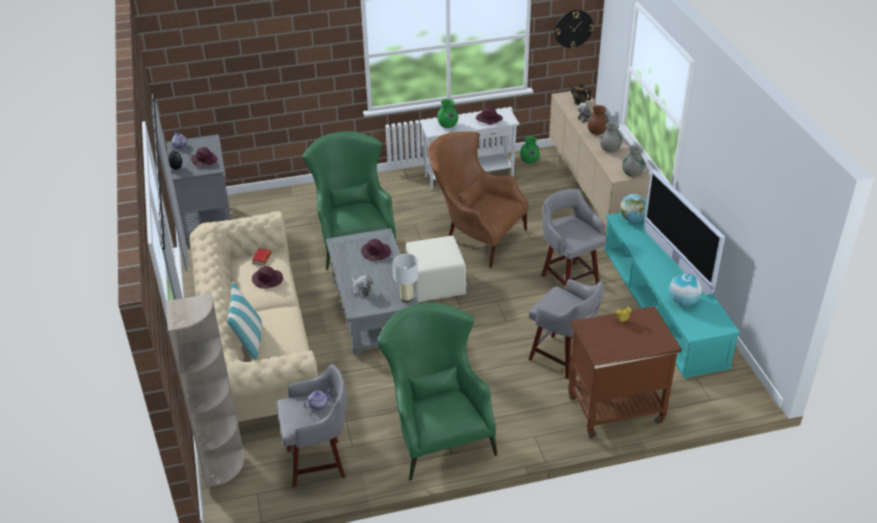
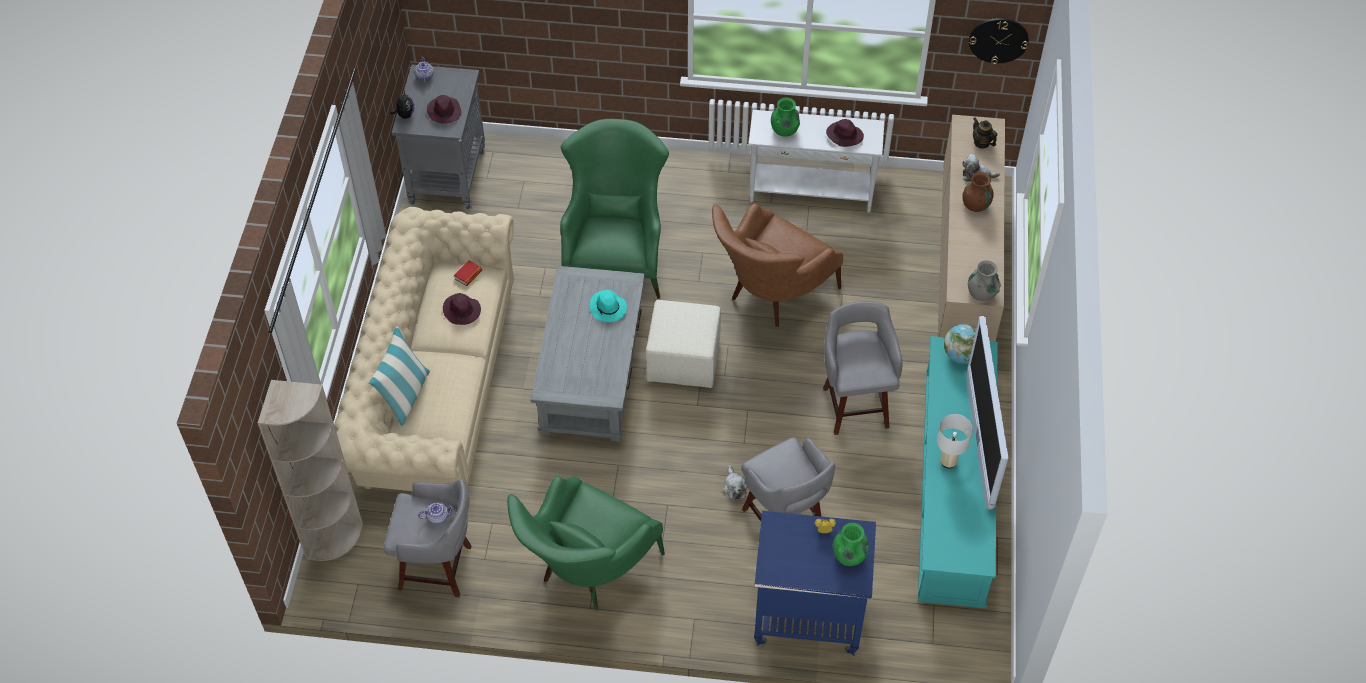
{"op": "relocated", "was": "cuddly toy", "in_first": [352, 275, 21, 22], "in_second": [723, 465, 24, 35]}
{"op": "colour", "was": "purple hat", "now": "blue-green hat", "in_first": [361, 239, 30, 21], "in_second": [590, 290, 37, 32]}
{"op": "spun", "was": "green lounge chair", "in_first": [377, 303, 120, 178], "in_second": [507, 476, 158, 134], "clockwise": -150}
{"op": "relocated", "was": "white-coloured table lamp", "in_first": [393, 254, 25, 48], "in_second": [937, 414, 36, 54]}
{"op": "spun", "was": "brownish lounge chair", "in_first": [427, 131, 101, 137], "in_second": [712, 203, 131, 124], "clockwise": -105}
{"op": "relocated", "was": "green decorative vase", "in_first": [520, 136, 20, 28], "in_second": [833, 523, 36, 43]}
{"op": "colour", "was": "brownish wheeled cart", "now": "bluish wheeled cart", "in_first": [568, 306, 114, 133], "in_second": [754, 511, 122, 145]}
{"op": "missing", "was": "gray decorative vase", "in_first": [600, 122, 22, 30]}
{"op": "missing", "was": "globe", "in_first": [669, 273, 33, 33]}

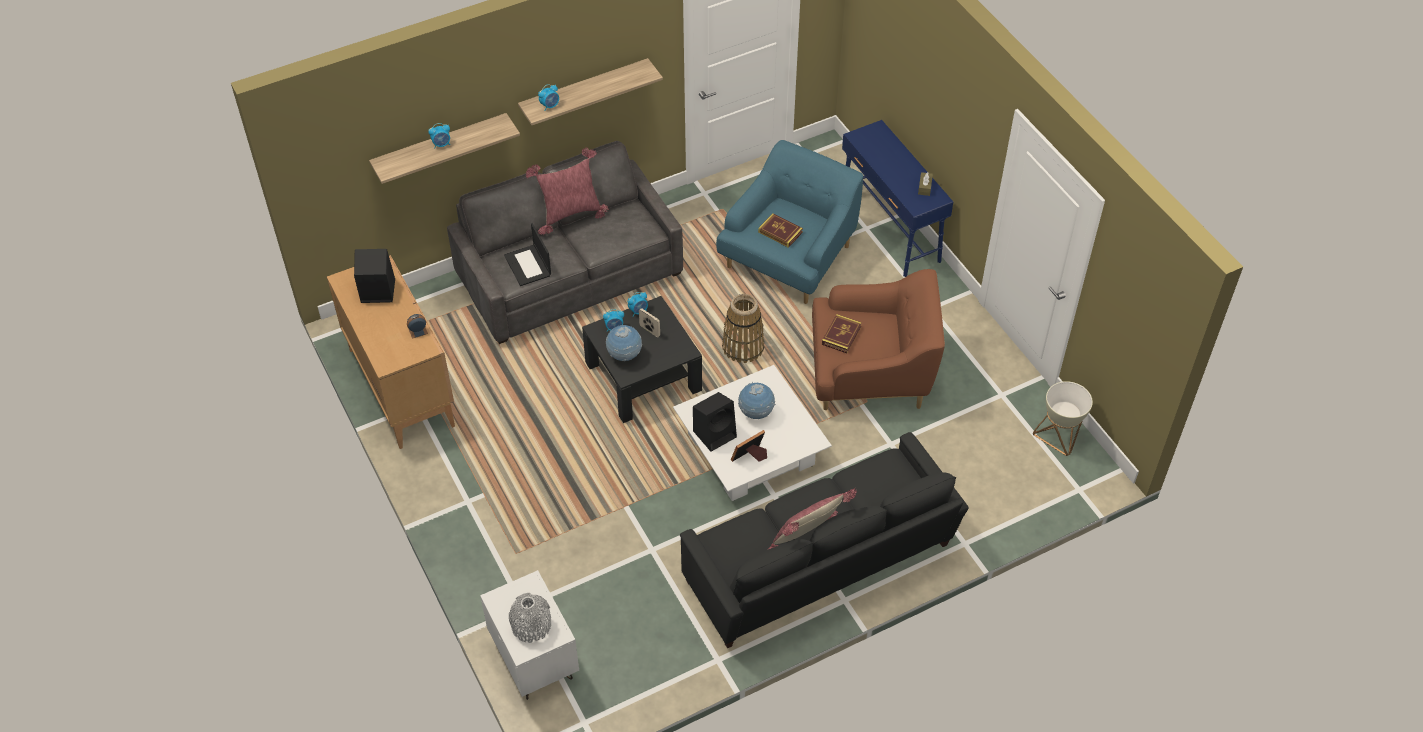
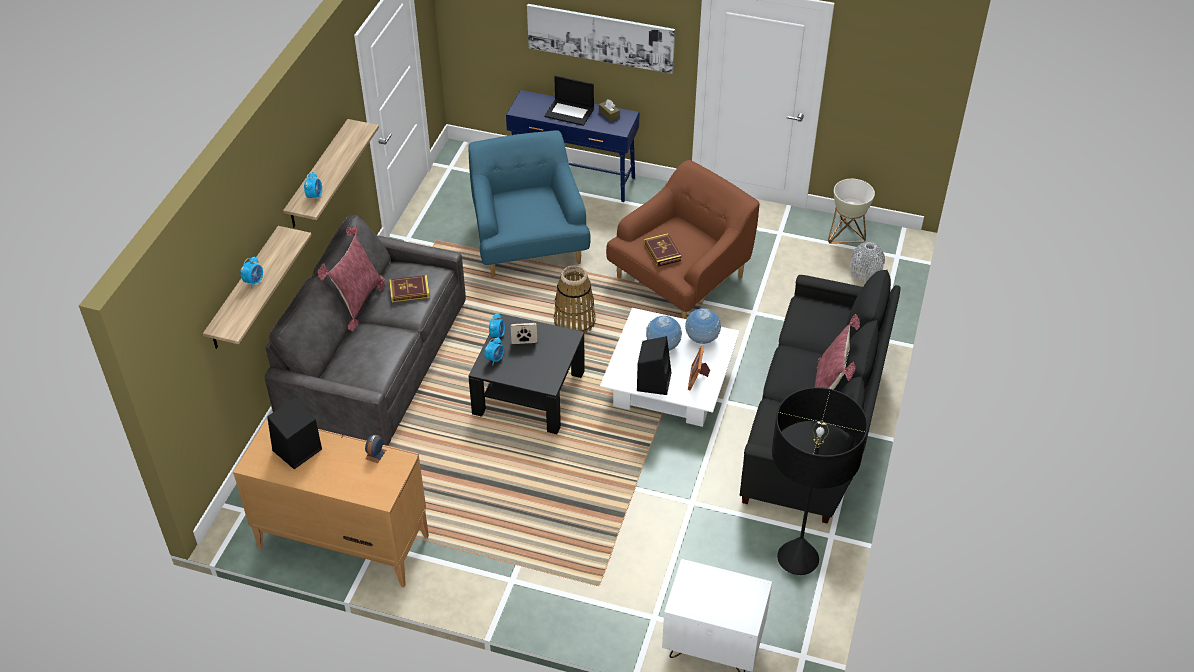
{"op": "relocated", "was": "notebook computer", "in_first": [504, 223, 47, 63], "in_second": [544, 75, 50, 51]}
{"op": "relocated", "was": "gray decorative vase", "in_first": [509, 593, 42, 50], "in_second": [850, 242, 35, 40]}
{"op": "relocated", "was": "globe", "in_first": [606, 325, 36, 36], "in_second": [685, 308, 36, 36]}
{"op": "relocated", "was": "volume", "in_first": [758, 213, 45, 35], "in_second": [389, 275, 41, 27]}
{"op": "appeared", "now": "picture", "in_second": [527, 4, 148, 70]}
{"op": "appeared", "now": "black-coloured standing lamp", "in_second": [772, 387, 96, 188]}

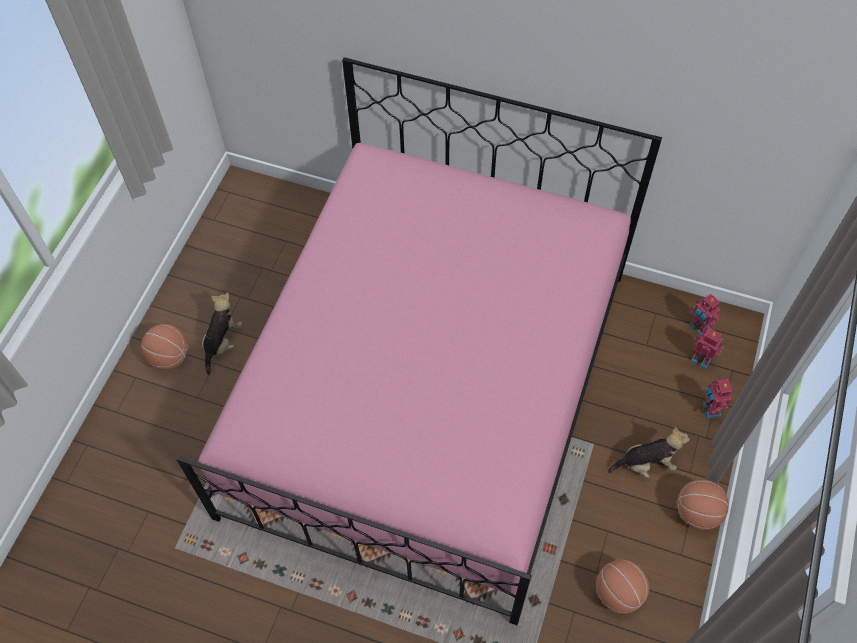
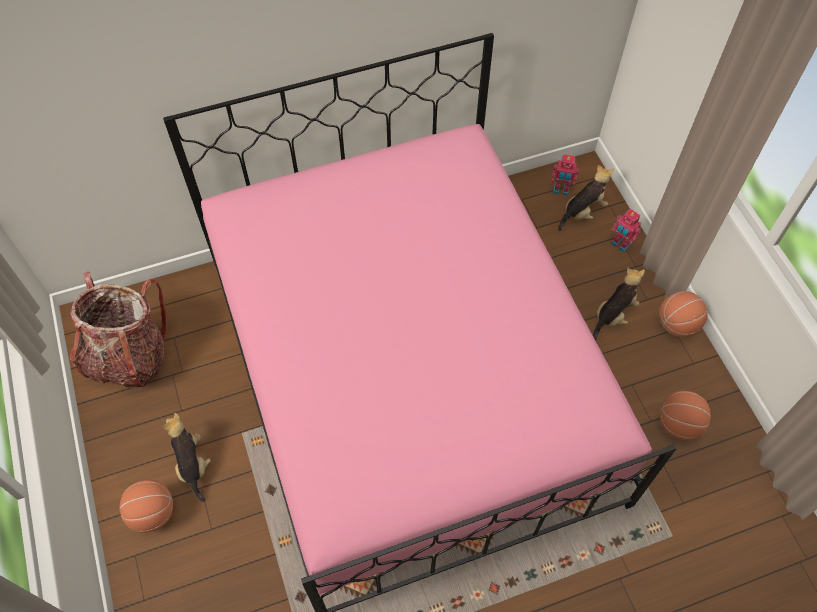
{"op": "exchanged", "was": "toy robot", "now": "cuddly toy", "in_first": [691, 328, 33, 42], "in_second": [558, 165, 56, 66]}
{"op": "appeared", "now": "rucksack", "in_second": [70, 272, 97, 116]}

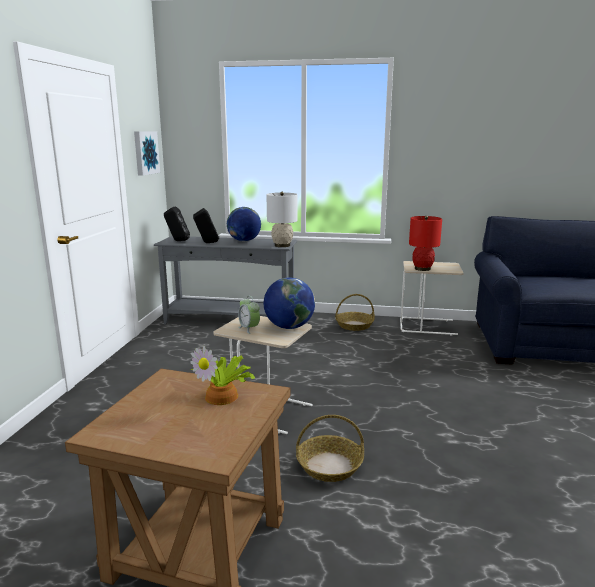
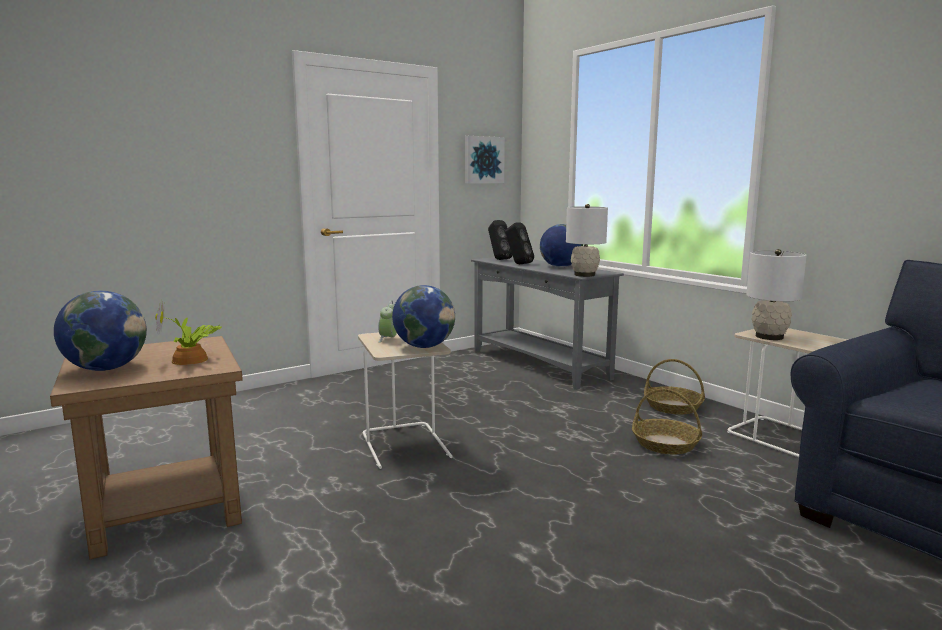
{"op": "relocated", "was": "storage basket", "in_first": [296, 415, 68, 67], "in_second": [632, 389, 70, 65]}
{"op": "colour", "was": "reddish table lamp", "now": "white-coloured table lamp", "in_first": [409, 216, 33, 55], "in_second": [746, 249, 61, 91]}
{"op": "appeared", "now": "globe", "in_second": [54, 291, 93, 80]}

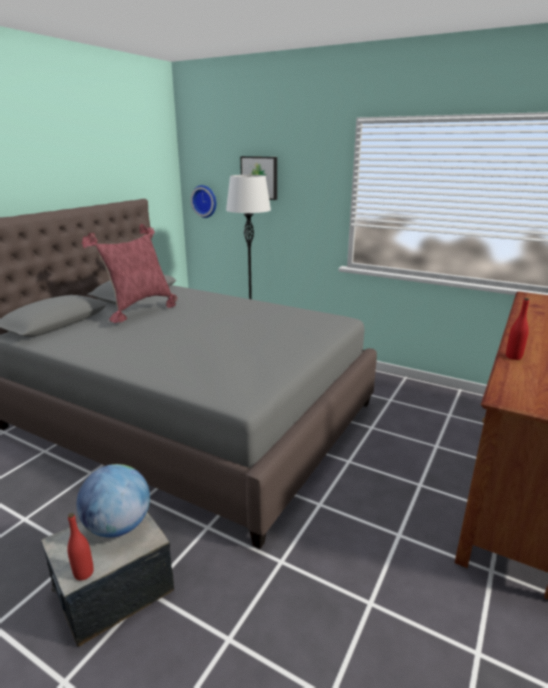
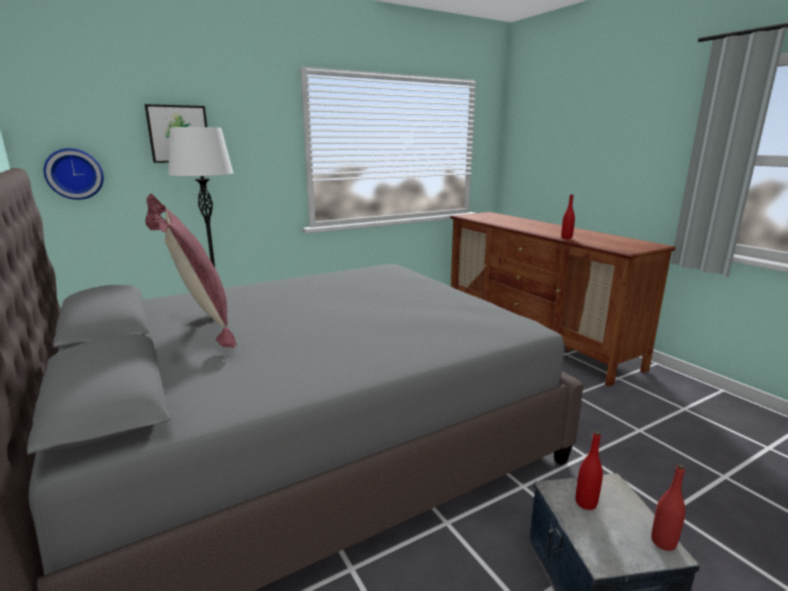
{"op": "exchanged", "was": "globe", "now": "reddish bottle", "in_first": [77, 464, 73, 73], "in_second": [576, 431, 27, 79]}

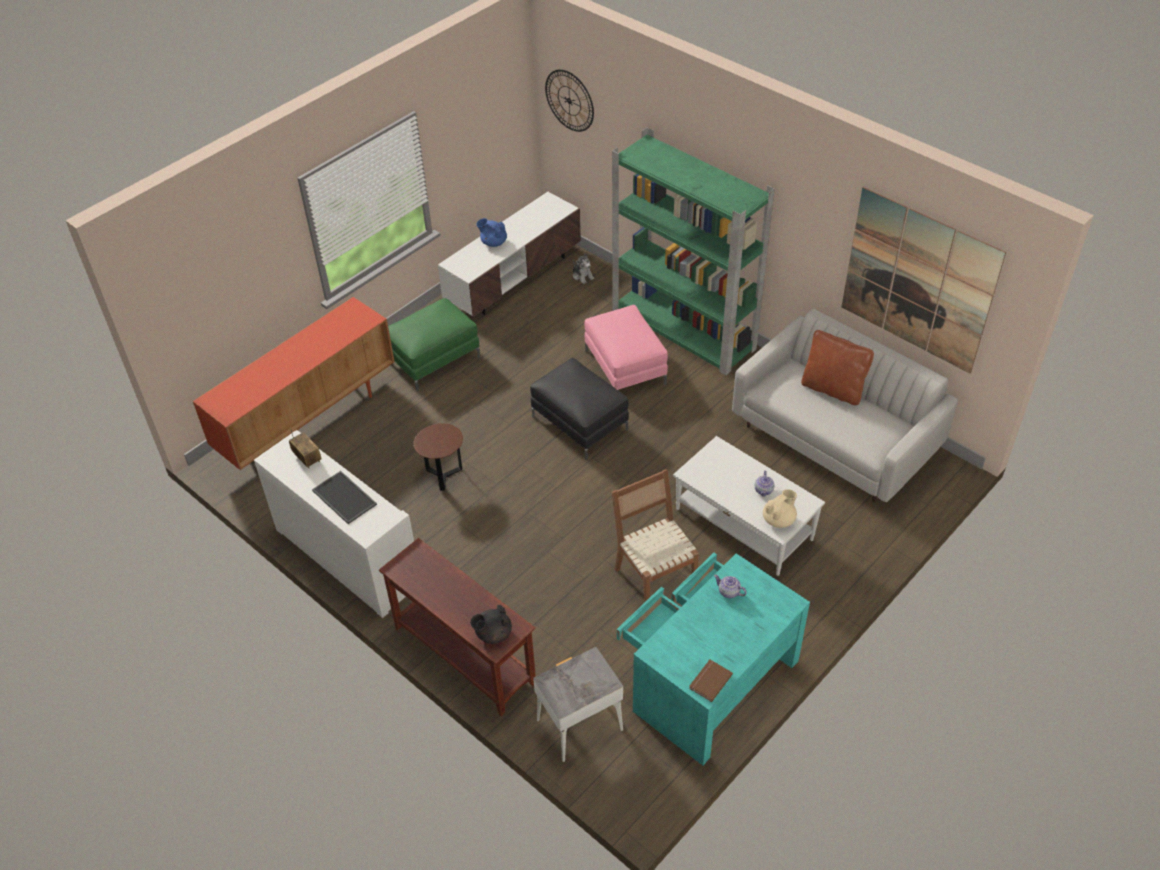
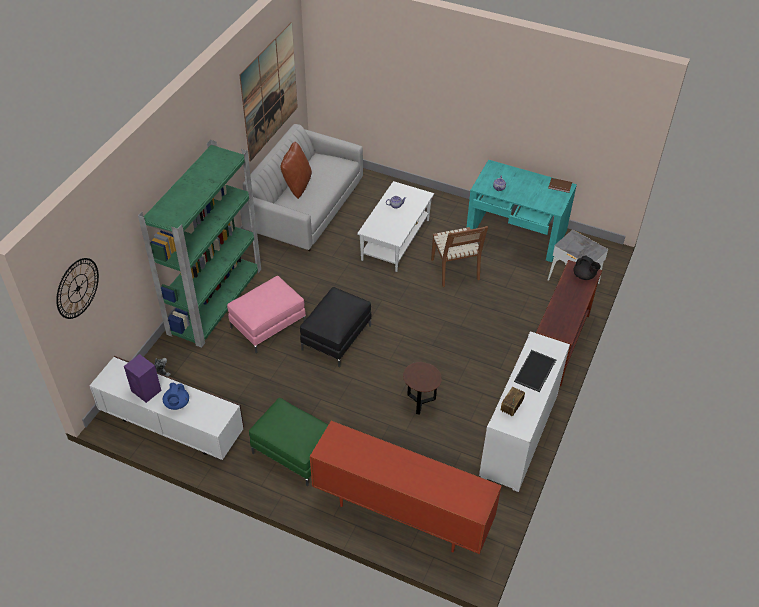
{"op": "spun", "was": "upright chair", "in_first": [612, 469, 87, 133], "in_second": [431, 226, 57, 61], "clockwise": -60}
{"op": "missing", "was": "beige pot for tea", "in_first": [763, 489, 34, 39]}
{"op": "appeared", "now": "purple loudspeaker", "in_second": [124, 354, 38, 49]}

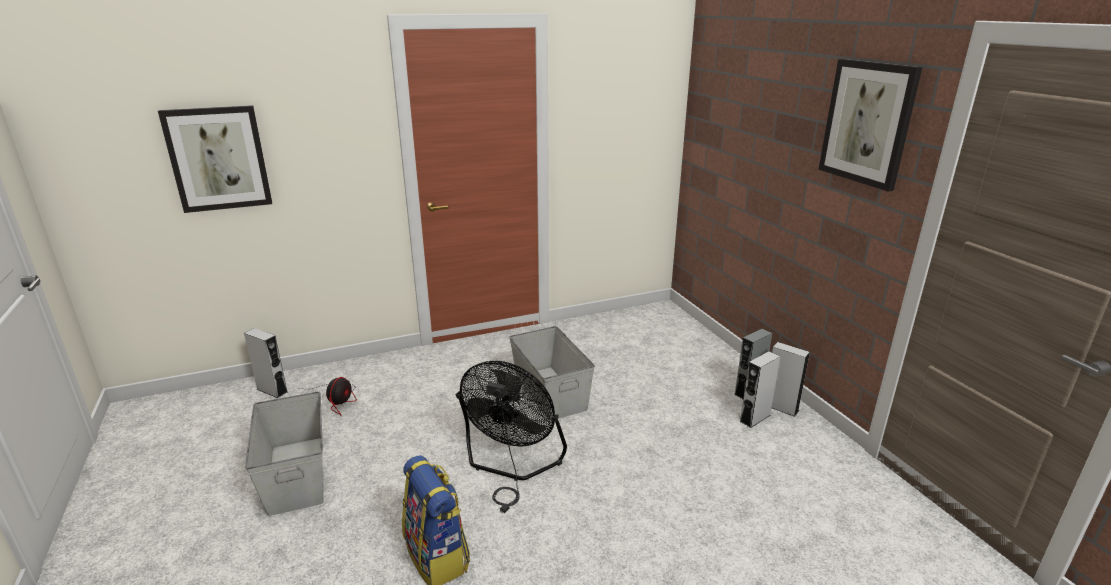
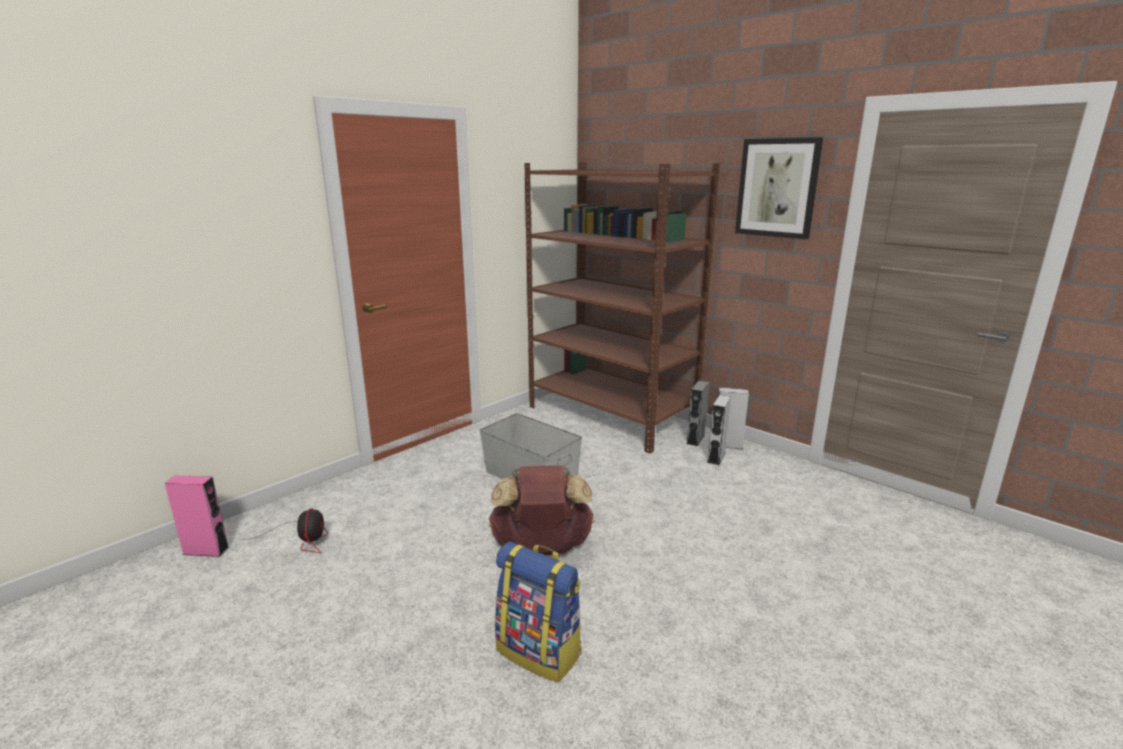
{"op": "missing", "was": "picture", "in_first": [158, 105, 114, 108]}
{"op": "colour", "was": "gray loudspeaker", "now": "pink-coloured loudspeaker", "in_first": [244, 328, 43, 70], "in_second": [165, 475, 64, 82]}
{"op": "missing", "was": "gray storage box", "in_first": [245, 391, 78, 125]}
{"op": "exchanged", "was": "black-coloured fan", "now": "brownish rucksack", "in_first": [456, 361, 111, 152], "in_second": [489, 465, 105, 91]}
{"op": "appeared", "now": "brownish shelving unit", "in_second": [525, 162, 195, 292]}

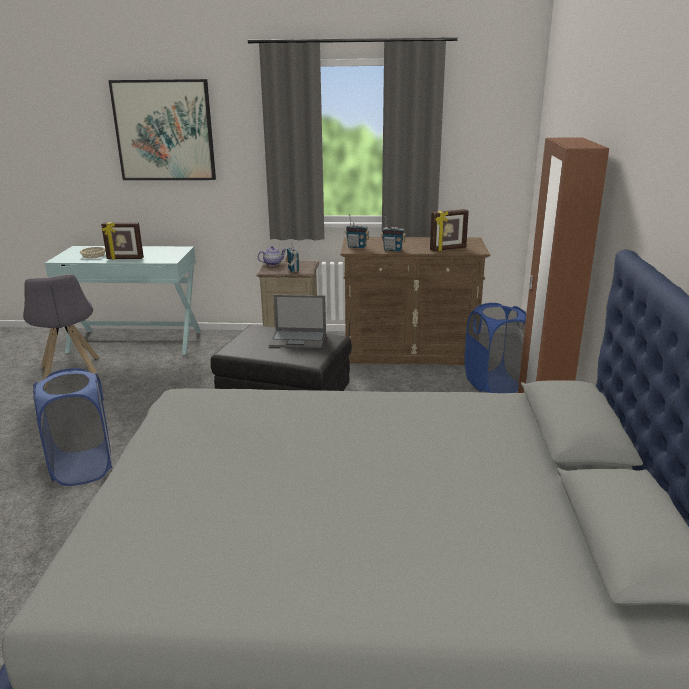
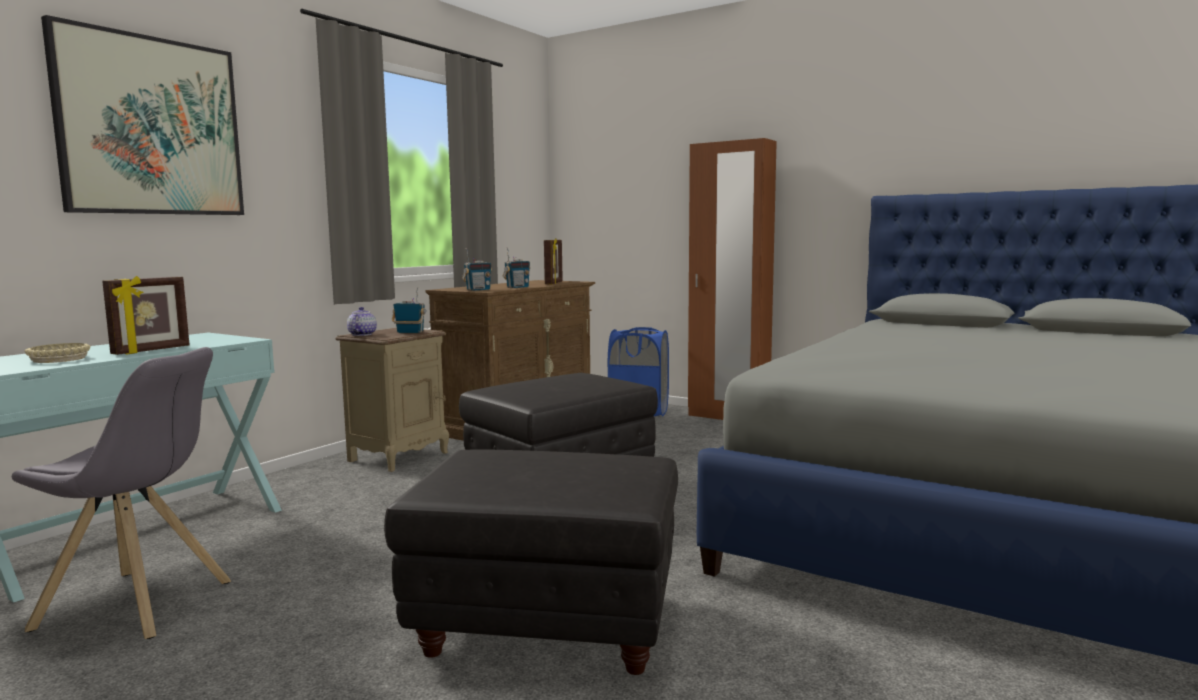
{"op": "exchanged", "was": "bluish hamper", "now": "black-coloured pouffe", "in_first": [33, 368, 79, 118], "in_second": [384, 450, 294, 225]}
{"op": "missing", "was": "notebook computer", "in_first": [269, 295, 57, 53]}

